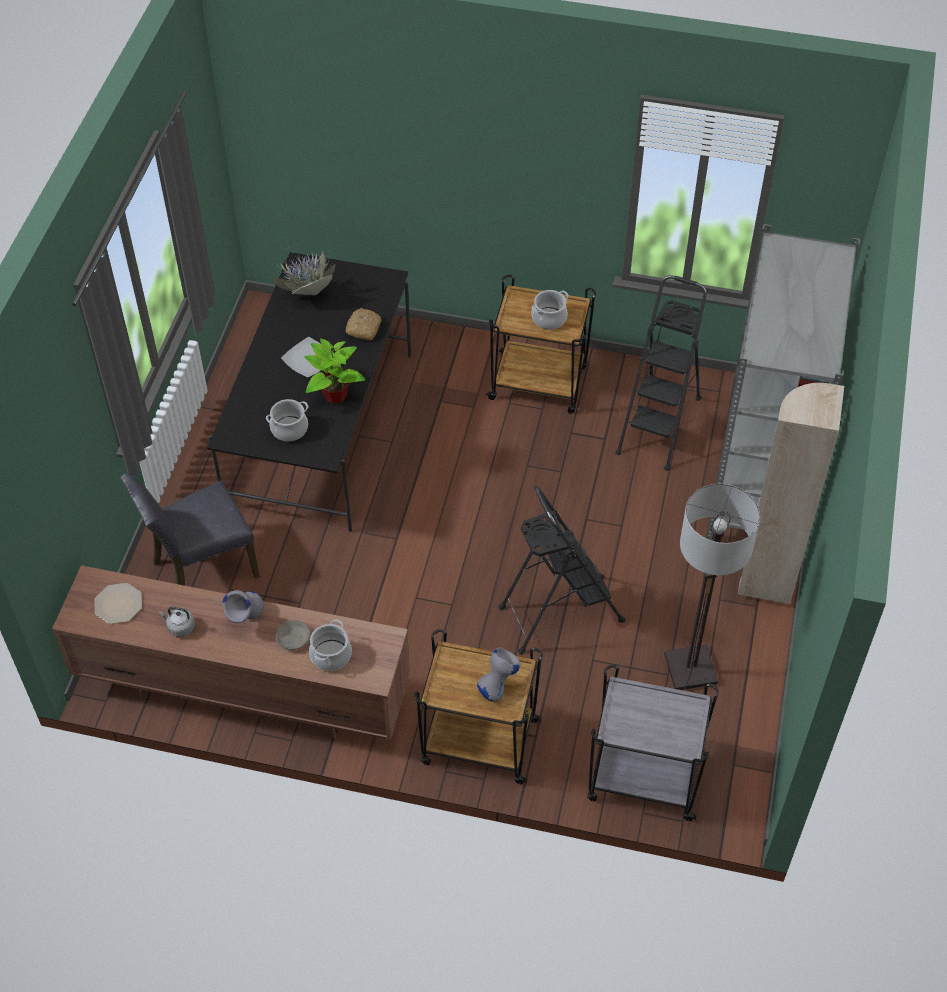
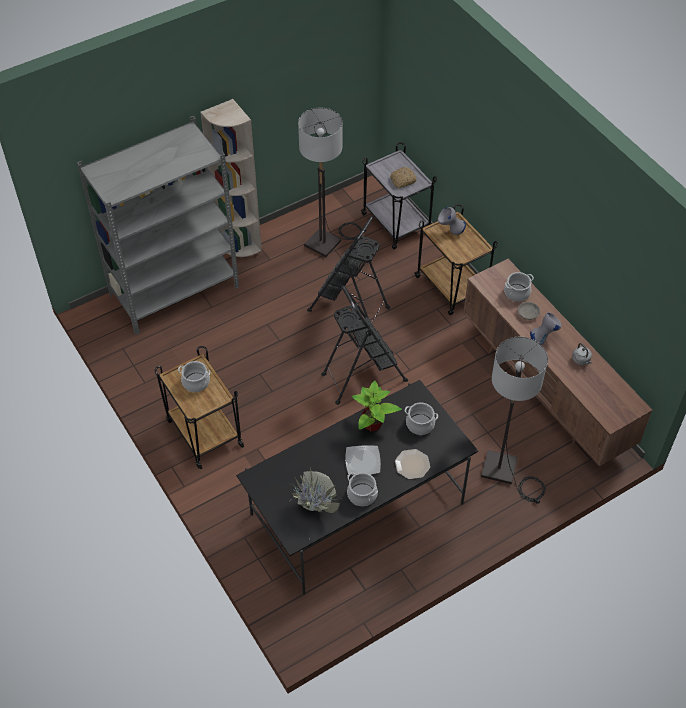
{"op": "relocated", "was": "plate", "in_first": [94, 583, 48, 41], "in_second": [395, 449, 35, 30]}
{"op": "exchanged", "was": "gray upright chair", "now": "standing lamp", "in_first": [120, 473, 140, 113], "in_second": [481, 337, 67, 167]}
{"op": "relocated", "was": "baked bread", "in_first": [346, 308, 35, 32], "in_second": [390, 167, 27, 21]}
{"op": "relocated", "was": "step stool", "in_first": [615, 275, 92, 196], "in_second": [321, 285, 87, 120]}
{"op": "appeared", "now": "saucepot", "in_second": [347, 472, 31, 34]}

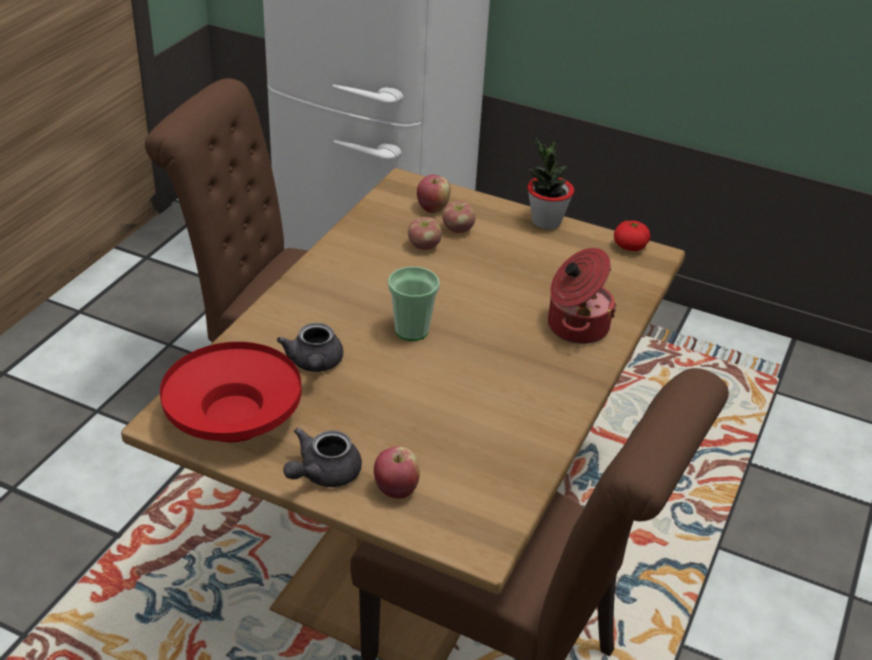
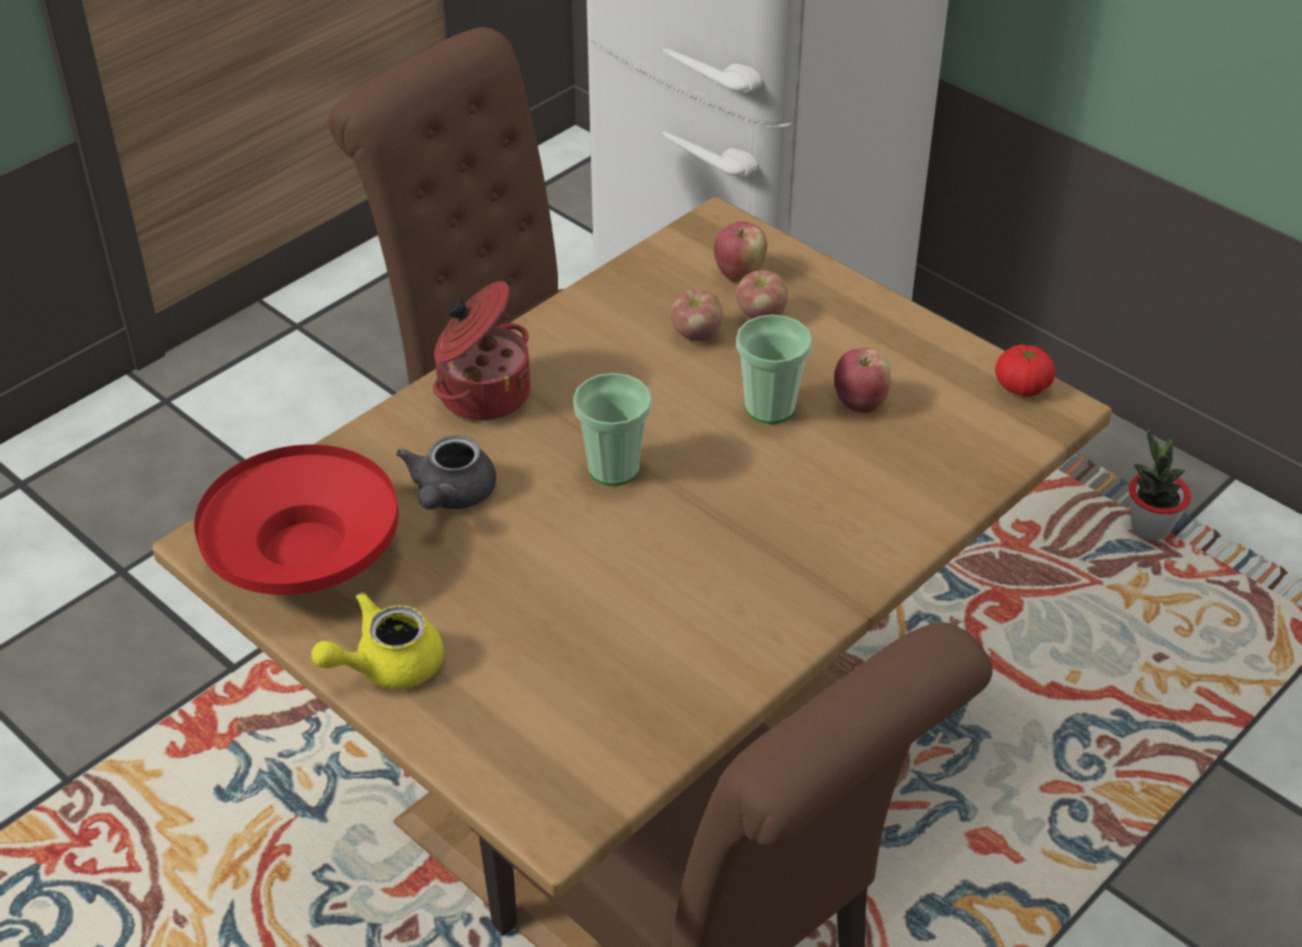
{"op": "colour", "was": "gray pot for tea", "now": "yellow-coloured pot for tea", "in_first": [283, 428, 79, 59], "in_second": [311, 592, 133, 97]}
{"op": "relocated", "was": "apple", "in_first": [374, 446, 46, 53], "in_second": [834, 348, 57, 65]}
{"op": "relocated", "was": "plant in a pot", "in_first": [527, 137, 47, 92], "in_second": [1129, 429, 62, 111]}
{"op": "relocated", "was": "saucepot", "in_first": [548, 248, 68, 96], "in_second": [433, 281, 97, 140]}
{"op": "appeared", "now": "cup", "in_second": [736, 314, 76, 110]}

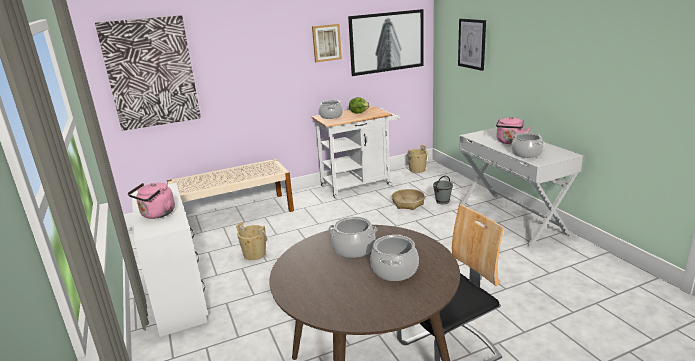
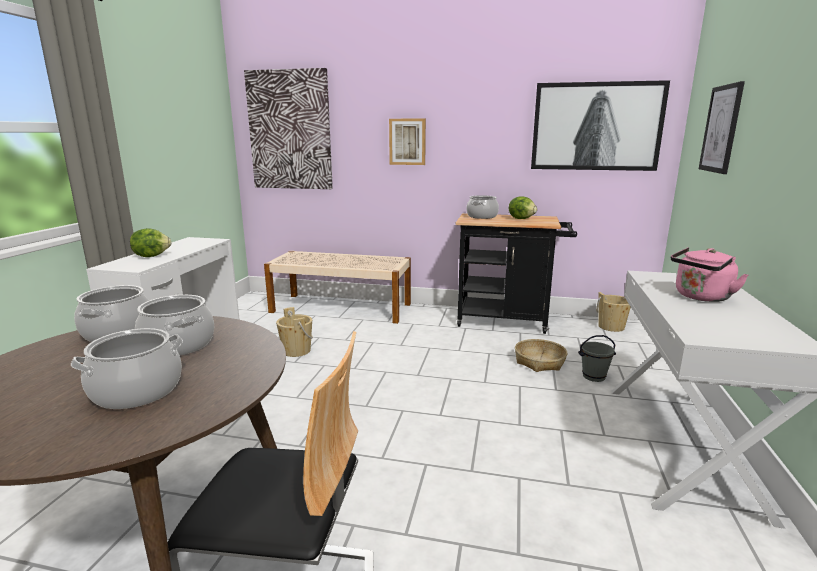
{"op": "exchanged", "was": "pink-coloured water kettle", "now": "head of lettuce", "in_first": [128, 183, 47, 36], "in_second": [130, 228, 41, 29]}
{"op": "colour", "was": "white-coloured wheeled cart", "now": "black-coloured wheeled cart", "in_first": [311, 106, 89, 93], "in_second": [455, 213, 122, 121]}
{"op": "relocated", "was": "picture", "in_first": [312, 24, 30, 38], "in_second": [389, 118, 37, 47]}
{"op": "relocated", "was": "saucepot", "in_first": [511, 133, 33, 25], "in_second": [74, 285, 75, 57]}

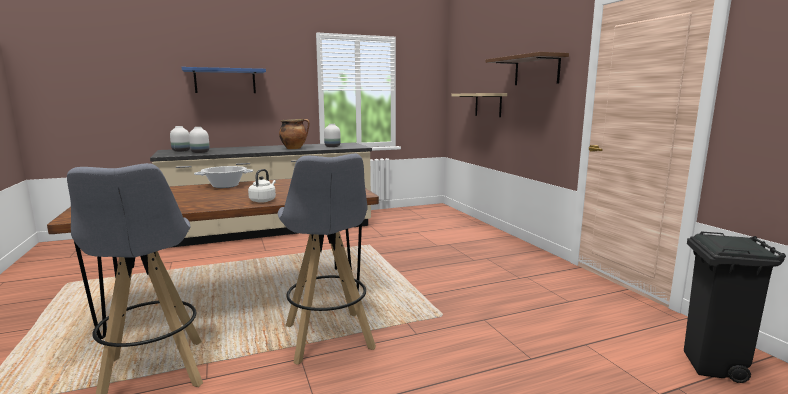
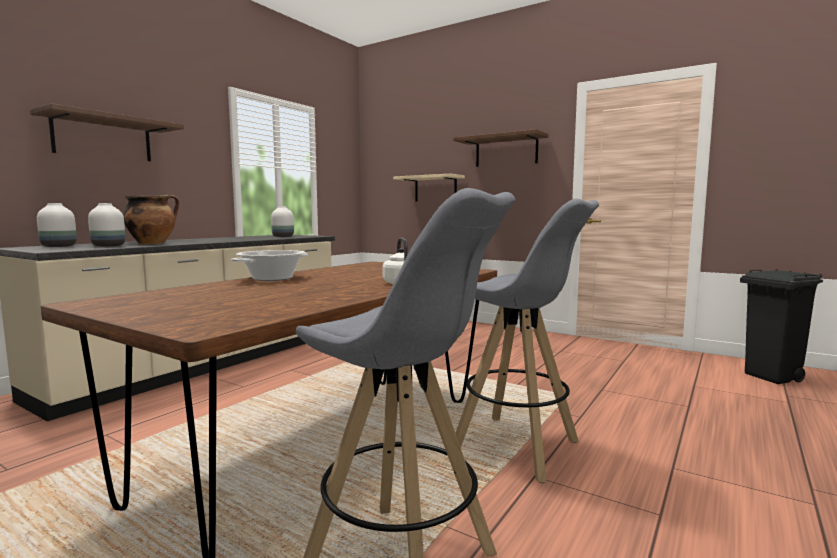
{"op": "colour", "was": "bluish wall shelf", "now": "brownish wall shelf", "in_first": [181, 67, 85, 26], "in_second": [30, 103, 154, 58]}
{"op": "relocated", "was": "saucepot", "in_first": [279, 119, 31, 30], "in_second": [124, 195, 55, 49]}

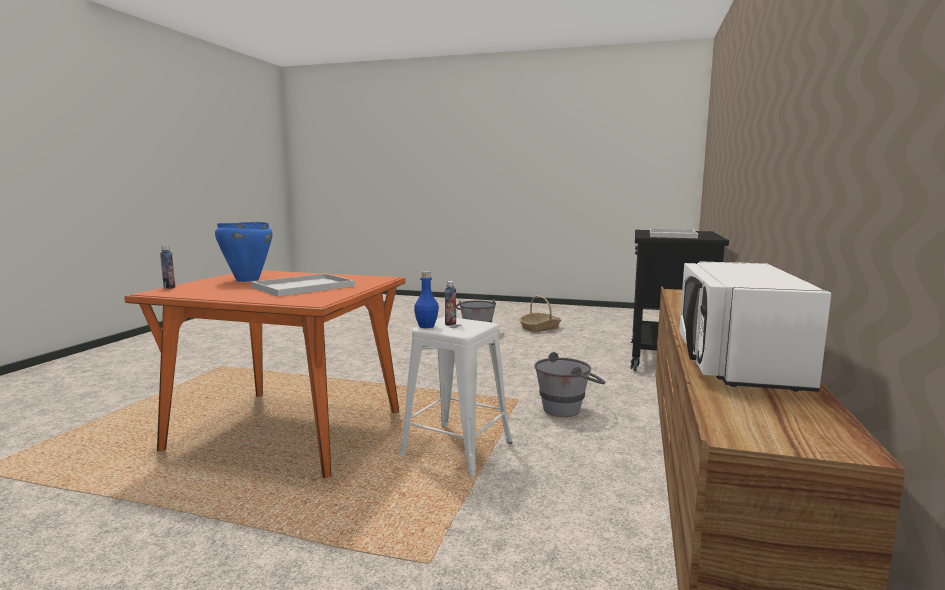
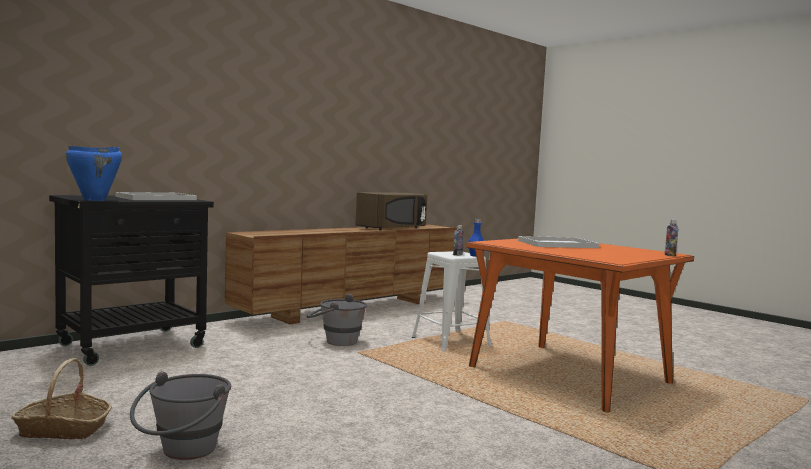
{"op": "relocated", "was": "bluish saucepot", "in_first": [215, 222, 58, 60], "in_second": [66, 146, 56, 55]}
{"op": "colour", "was": "white-coloured microwave", "now": "brownish microwave", "in_first": [679, 261, 152, 131], "in_second": [356, 192, 71, 38]}

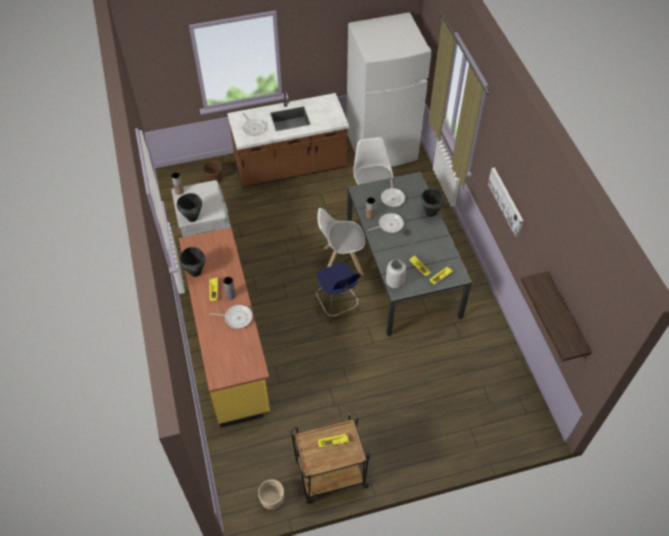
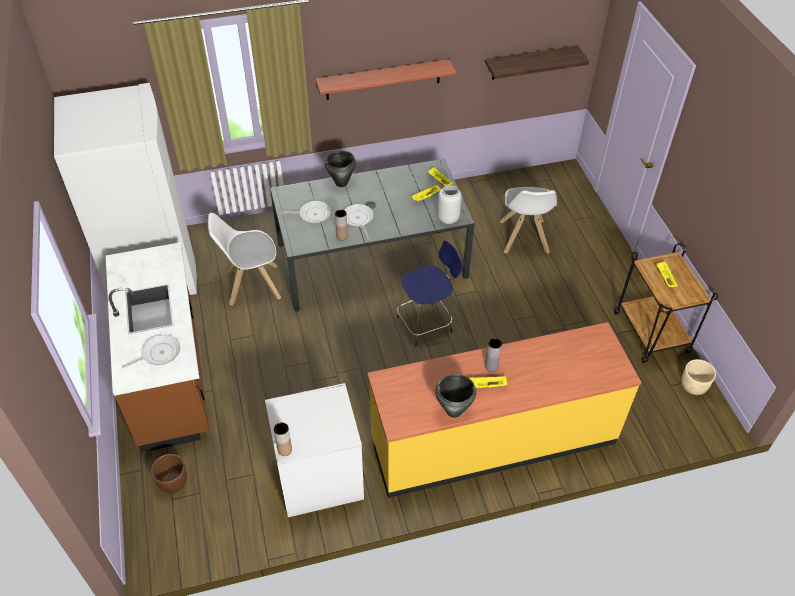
{"op": "missing", "was": "black-coloured saucepot", "in_first": [177, 193, 25, 29]}
{"op": "missing", "was": "frying pan", "in_first": [210, 305, 43, 23]}
{"op": "relocated", "was": "upright chair", "in_first": [317, 208, 48, 68], "in_second": [499, 187, 58, 67]}
{"op": "exchanged", "was": "picture", "now": "wall shelf", "in_first": [488, 167, 35, 70], "in_second": [315, 59, 141, 41]}

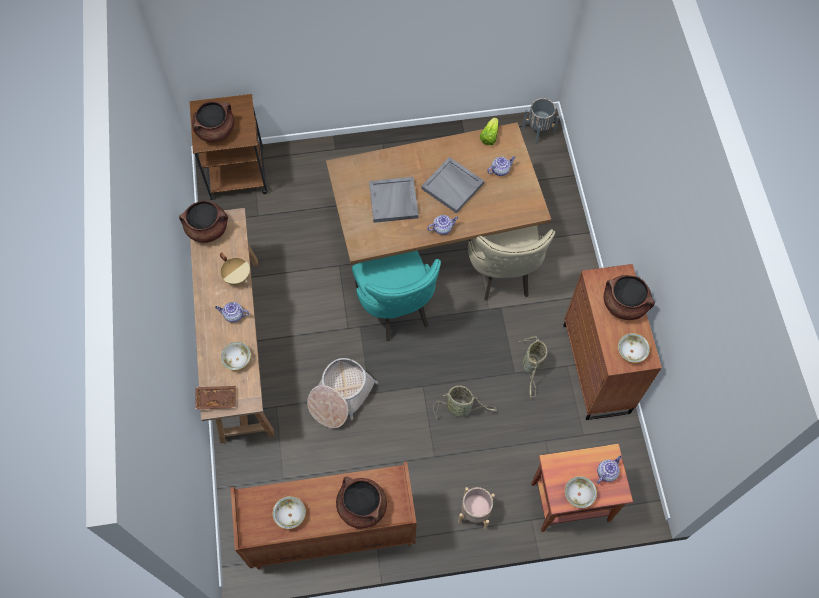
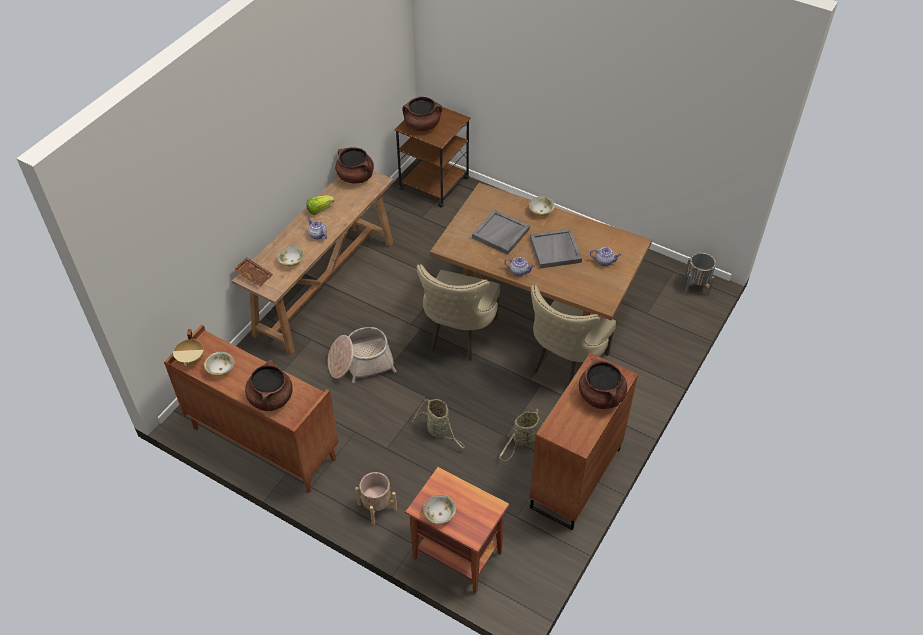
{"op": "relocated", "was": "beige saucepot", "in_first": [220, 252, 30, 33], "in_second": [173, 329, 31, 37]}
{"op": "colour", "was": "blue-green upright chair", "now": "beige upright chair", "in_first": [352, 251, 89, 90], "in_second": [417, 264, 83, 97]}
{"op": "relocated", "was": "head of lettuce", "in_first": [480, 118, 18, 27], "in_second": [306, 195, 28, 20]}
{"op": "missing", "was": "pot for tea", "in_first": [597, 456, 25, 28]}
{"op": "relocated", "was": "serving bowl", "in_first": [618, 333, 32, 30], "in_second": [529, 196, 26, 20]}

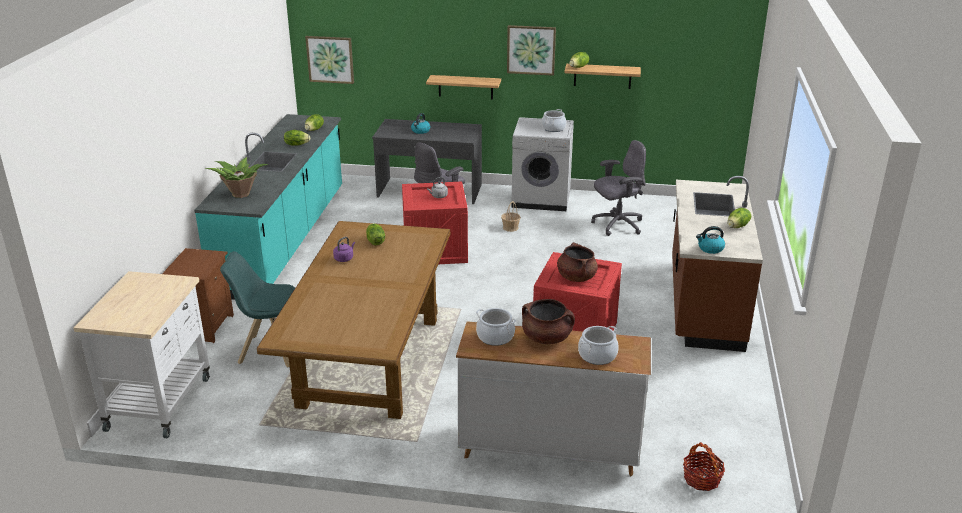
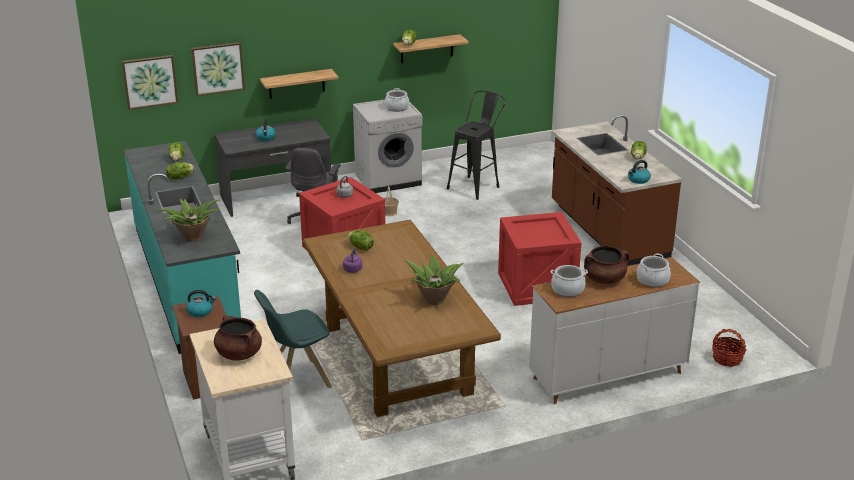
{"op": "relocated", "was": "picture", "in_first": [507, 25, 49, 51], "in_second": [191, 42, 54, 54]}
{"op": "relocated", "was": "brownish saucepot", "in_first": [557, 242, 41, 40], "in_second": [214, 315, 48, 46]}
{"op": "exchanged", "was": "gray computer chair", "now": "black-coloured stool", "in_first": [591, 140, 55, 96], "in_second": [447, 90, 59, 110]}
{"op": "appeared", "now": "water kettle", "in_second": [186, 290, 30, 27]}
{"op": "appeared", "now": "plant in a pot", "in_second": [405, 254, 59, 51]}

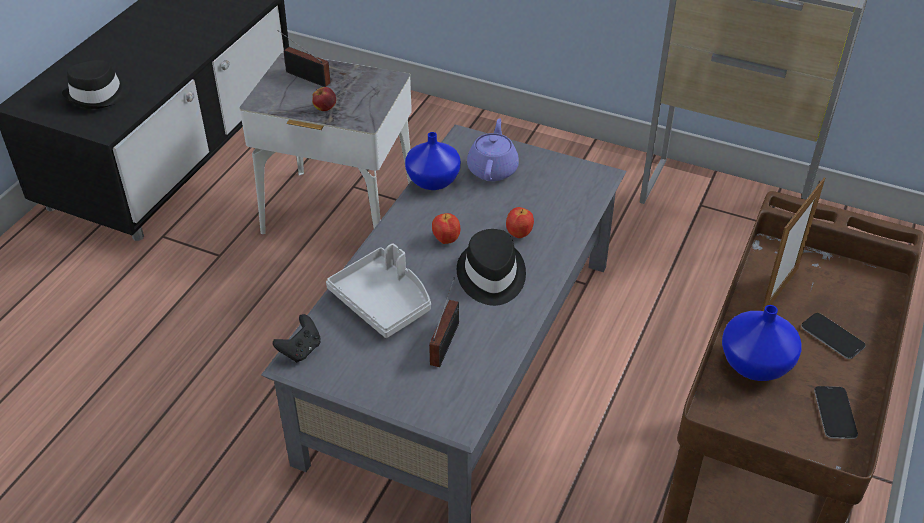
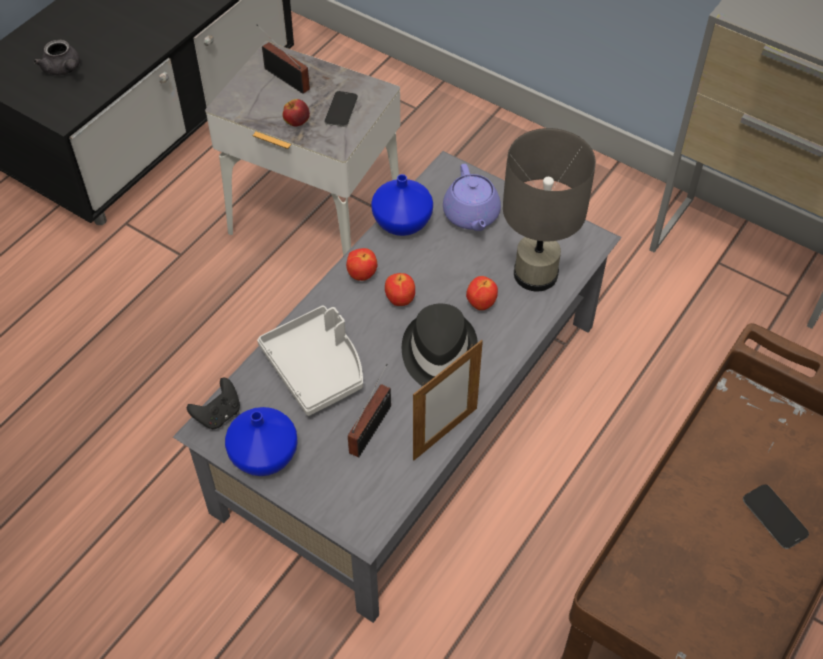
{"op": "exchanged", "was": "black-coloured hat", "now": "gray pot for tea", "in_first": [62, 60, 68, 49], "in_second": [34, 40, 46, 35]}
{"op": "spun", "was": "purple pot for tea", "in_first": [467, 118, 52, 63], "in_second": [443, 164, 58, 67], "clockwise": 150}
{"op": "relocated", "was": "bluish decorative vase", "in_first": [722, 305, 80, 76], "in_second": [225, 407, 73, 69]}
{"op": "relocated", "was": "standing frame", "in_first": [761, 177, 64, 134], "in_second": [413, 340, 70, 120]}
{"op": "relocated", "was": "phone", "in_first": [814, 386, 44, 53], "in_second": [324, 91, 34, 36]}
{"op": "appeared", "now": "apple", "in_second": [346, 248, 31, 33]}
{"op": "appeared", "now": "gray table lamp", "in_second": [503, 128, 93, 163]}

